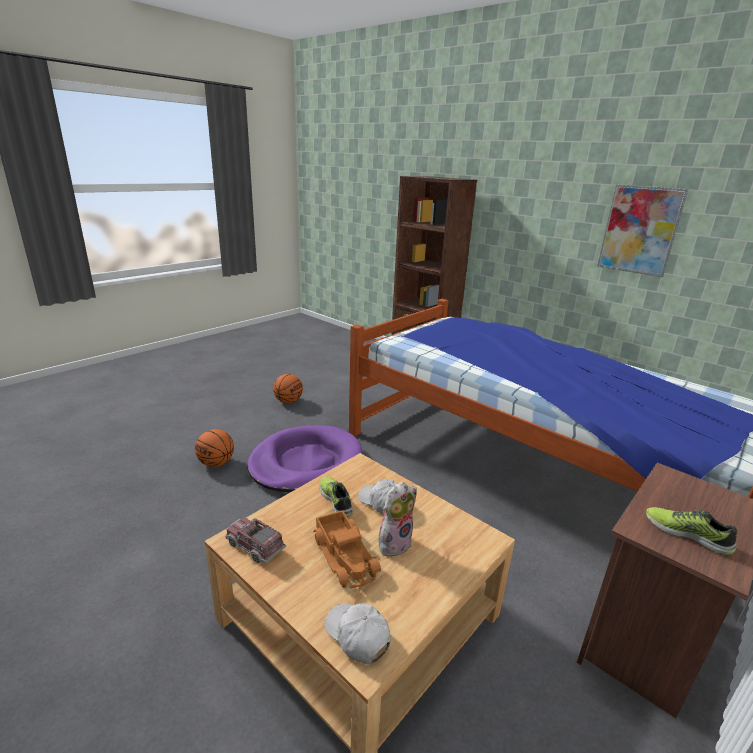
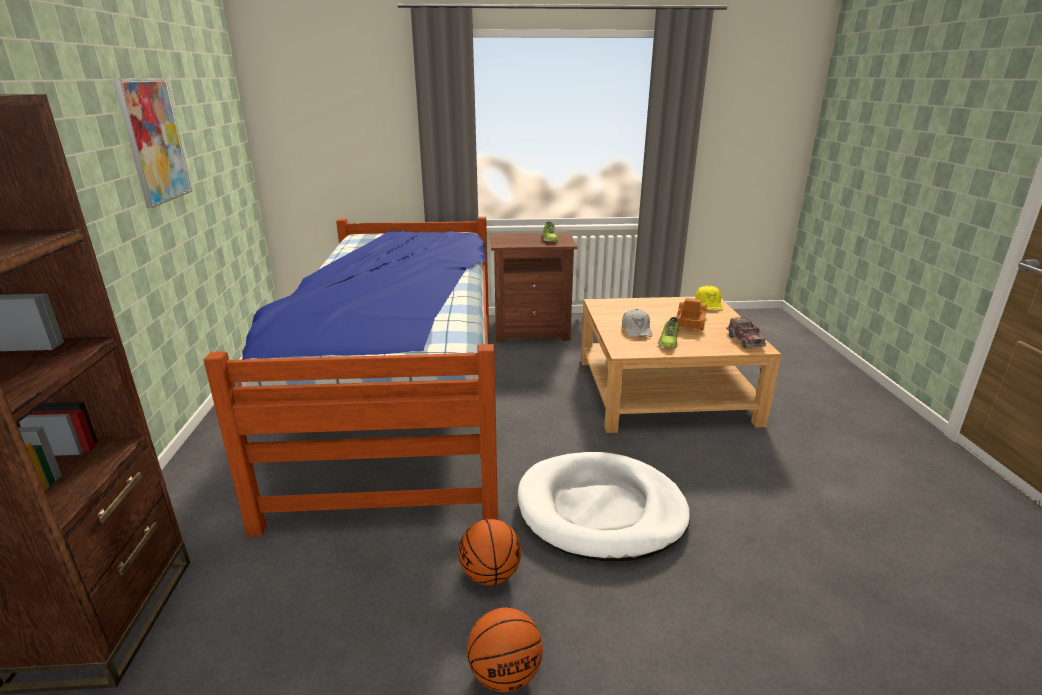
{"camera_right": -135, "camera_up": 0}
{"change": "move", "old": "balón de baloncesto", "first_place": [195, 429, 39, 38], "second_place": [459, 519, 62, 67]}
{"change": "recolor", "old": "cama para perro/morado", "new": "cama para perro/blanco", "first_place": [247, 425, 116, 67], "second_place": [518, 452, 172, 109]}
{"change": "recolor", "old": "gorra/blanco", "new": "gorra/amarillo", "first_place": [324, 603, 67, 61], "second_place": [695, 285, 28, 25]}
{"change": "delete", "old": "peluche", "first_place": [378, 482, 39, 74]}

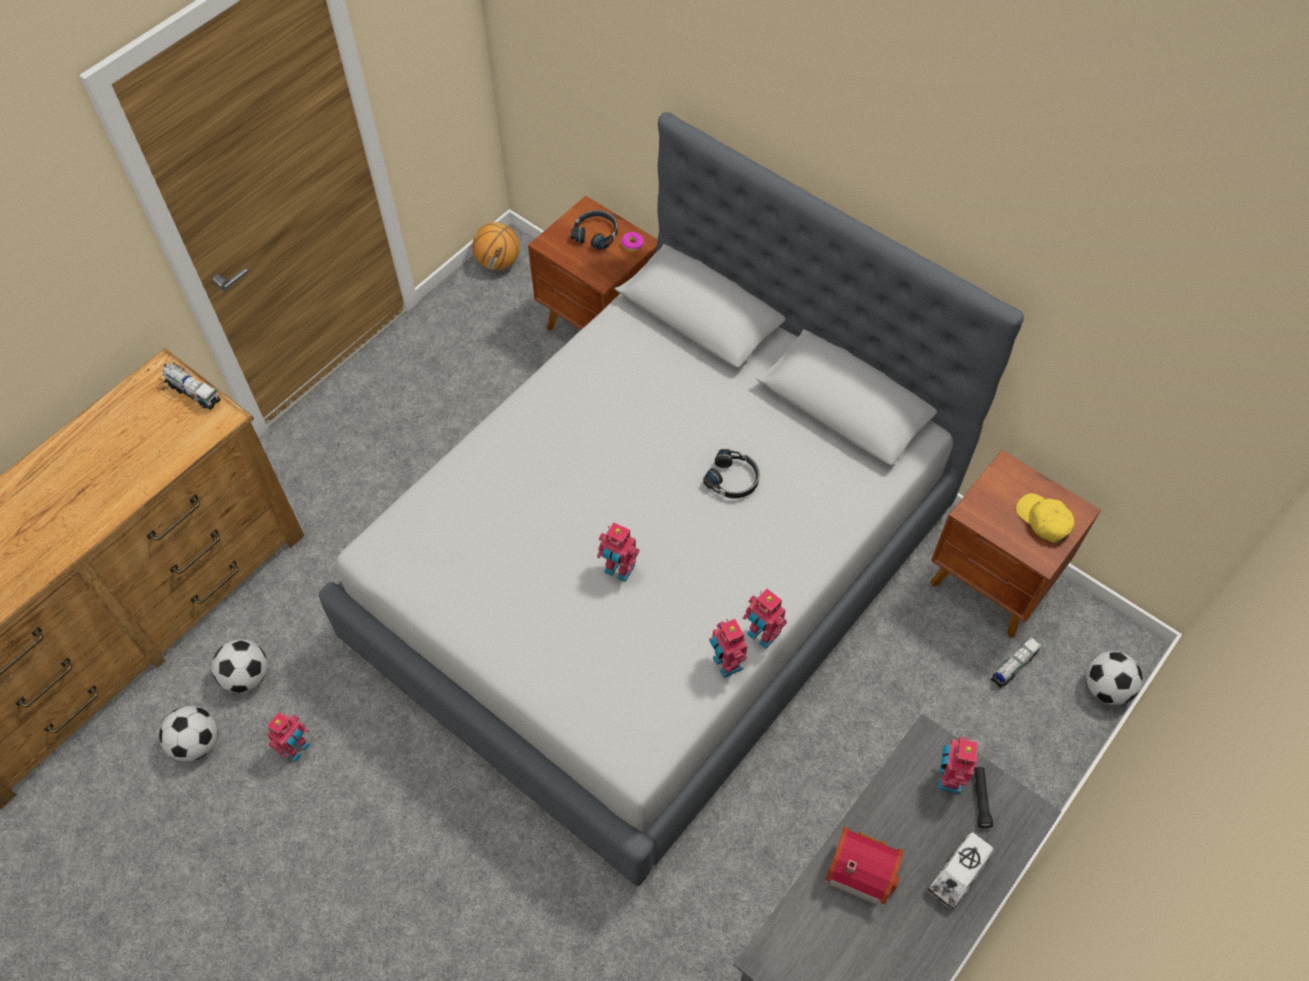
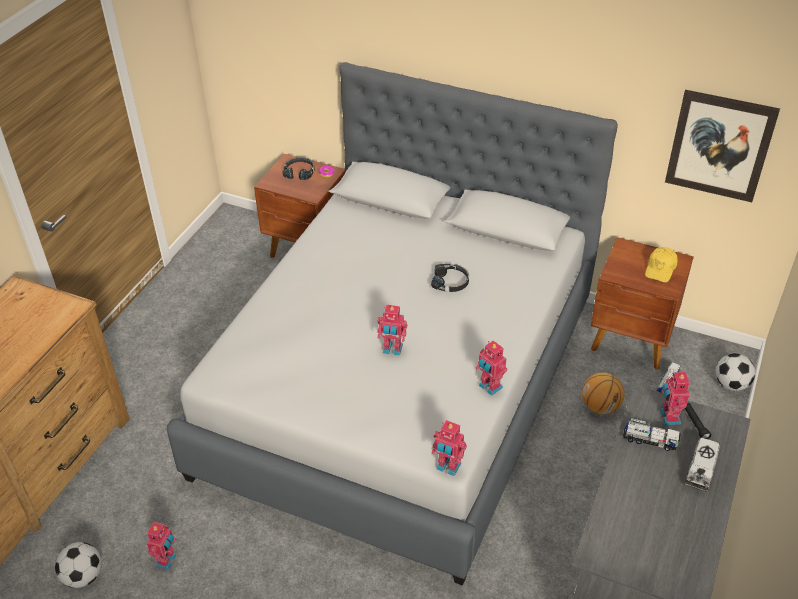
{"camera_right": -15, "camera_up": -15}
{"change": "move", "old": "robot de juguete", "first_place": [743, 589, 44, 60], "second_place": [431, 420, 36, 56]}
{"change": "move", "old": "balón de baloncesto", "first_place": [472, 222, 48, 48], "second_place": [582, 372, 43, 42]}
{"change": "move", "old": "camión de juguete", "first_place": [162, 361, 59, 49], "second_place": [623, 418, 58, 33]}
{"change": "rotate", "old": "gorra/amarillo", "first_place": [1016, 493, 58, 50], "second_place": [645, 247, 33, 36], "degrees": -105}
{"change": "insert", "new": "cuadro", "second_place": [665, 90, 115, 112]}
{"change": "delete", "old": "balón de fútbol", "first_place": [212, 639, 55, 54]}
{"change": "delete", "old": "casita", "first_place": [825, 826, 79, 79]}

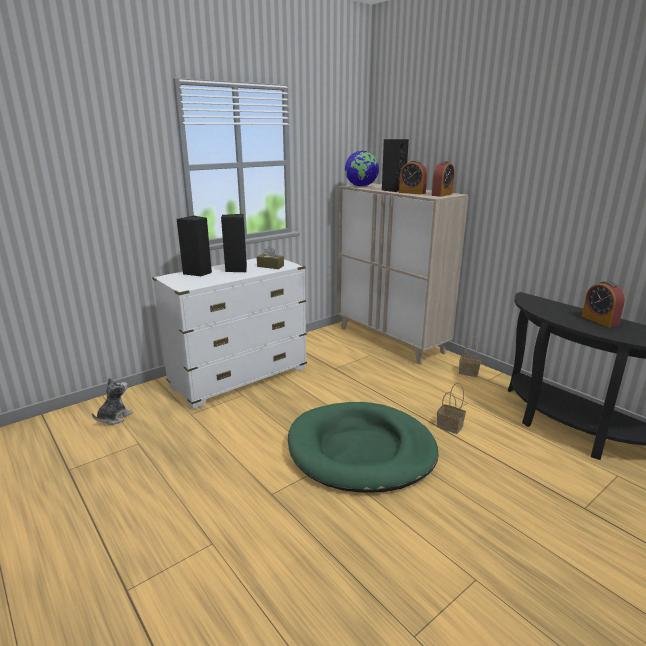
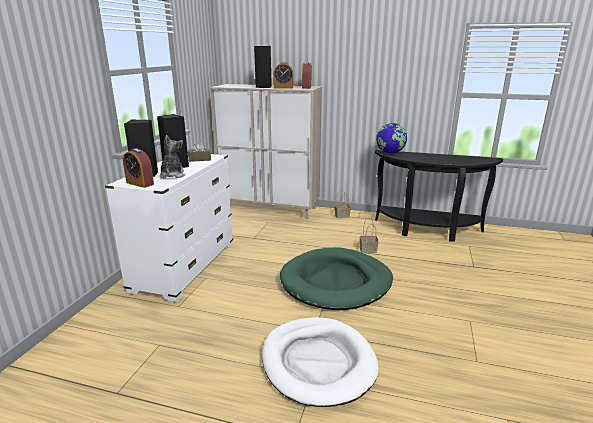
{"camera_right": -35, "camera_up": 0}
{"change": "move", "old": "despertador", "first_place": [582, 281, 43, 46], "second_place": [123, 148, 31, 40]}
{"change": "move", "old": "peluche", "first_place": [92, 378, 41, 47], "second_place": [159, 135, 26, 44]}
{"change": "insert", "new": "cama para perro/blanco", "second_place": [262, 317, 117, 90]}
{"change": "move", "old": "globo terráqueo", "first_place": [345, 151, 34, 36], "second_place": [376, 123, 31, 31]}

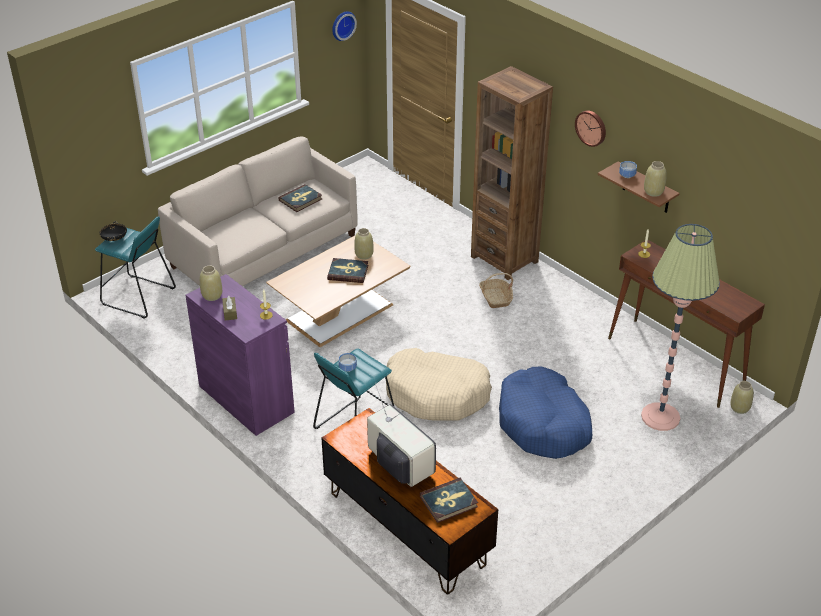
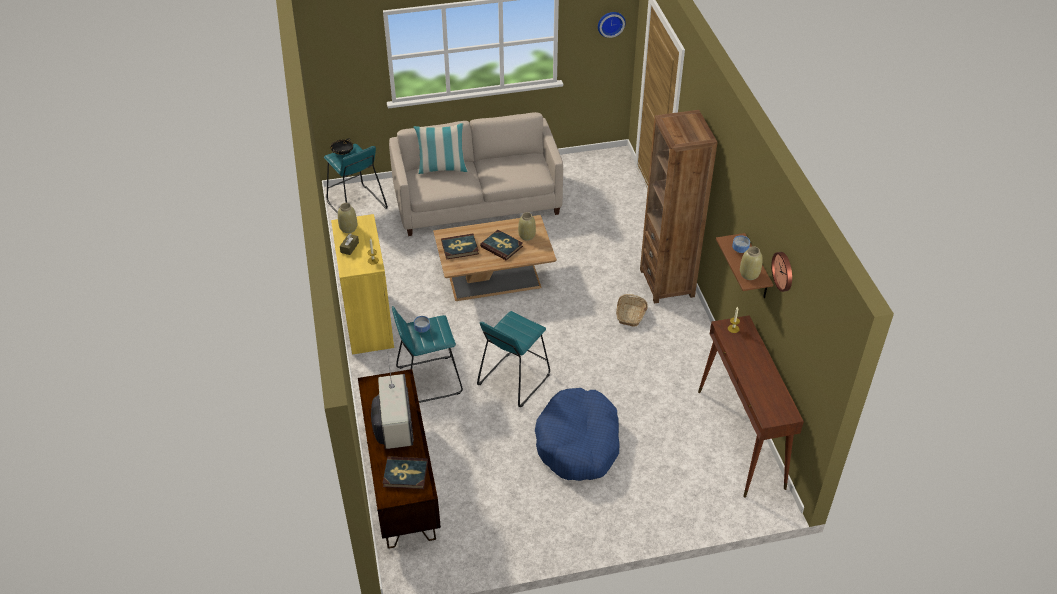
{"camera_right": 30, "camera_up": 5}
{"change": "recolor", "old": "armario/morado", "new": "armario/amarillo", "first_place": [185, 274, 110, 162], "second_place": [331, 214, 63, 141]}
{"change": "insert", "new": "cojín", "second_place": [414, 123, 54, 51]}
{"change": "move", "old": "libro", "first_place": [278, 184, 44, 28], "second_place": [441, 234, 38, 26]}
{"change": "replace", "old": "cama para perro/beis", "new": "taburete/turquesa", "first_place": [386, 348, 106, 73], "second_place": [477, 311, 73, 96]}
{"change": "move", "old": "reloj de pared", "first_place": [575, 111, 31, 36], "second_place": [771, 252, 21, 40]}
{"change": "delete", "old": "lámpara de pie", "first_place": [641, 224, 79, 207]}
{"change": "delete", "old": "florero/beis", "first_place": [730, 381, 24, 33]}

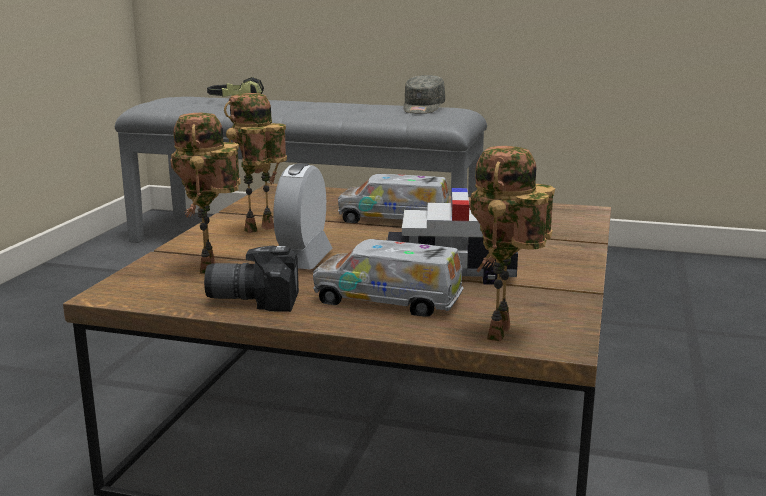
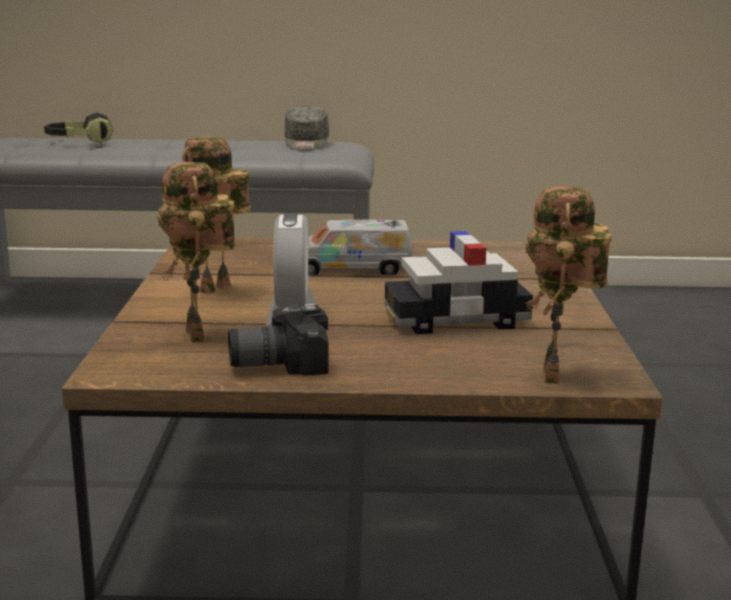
{"camera_right": -15, "camera_up": 0}
{"change": "delete", "old": "camión de juguete", "first_place": [313, 239, 151, 78]}

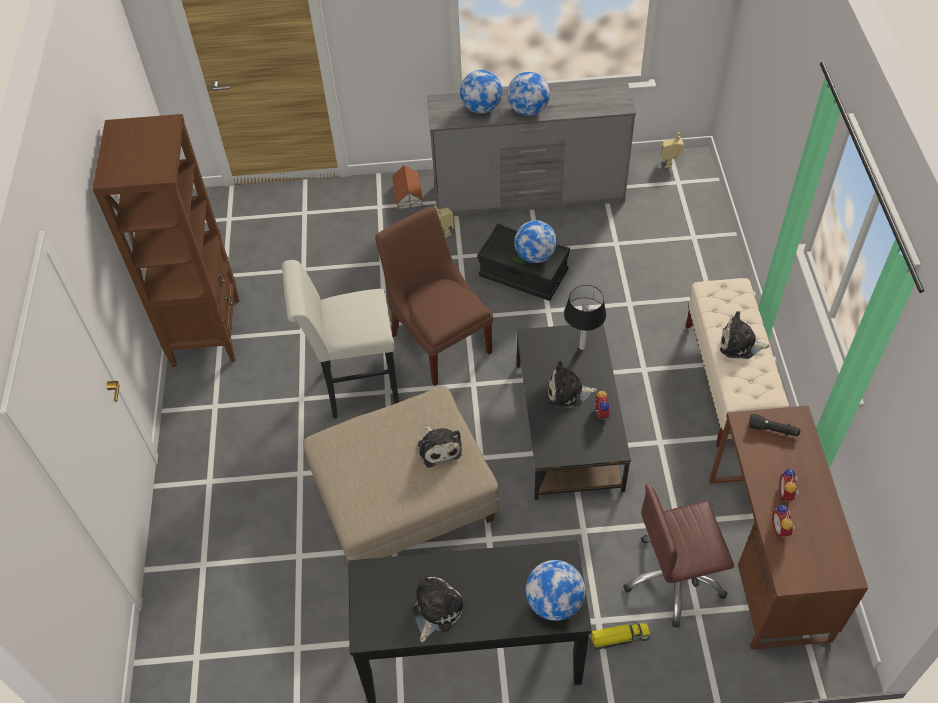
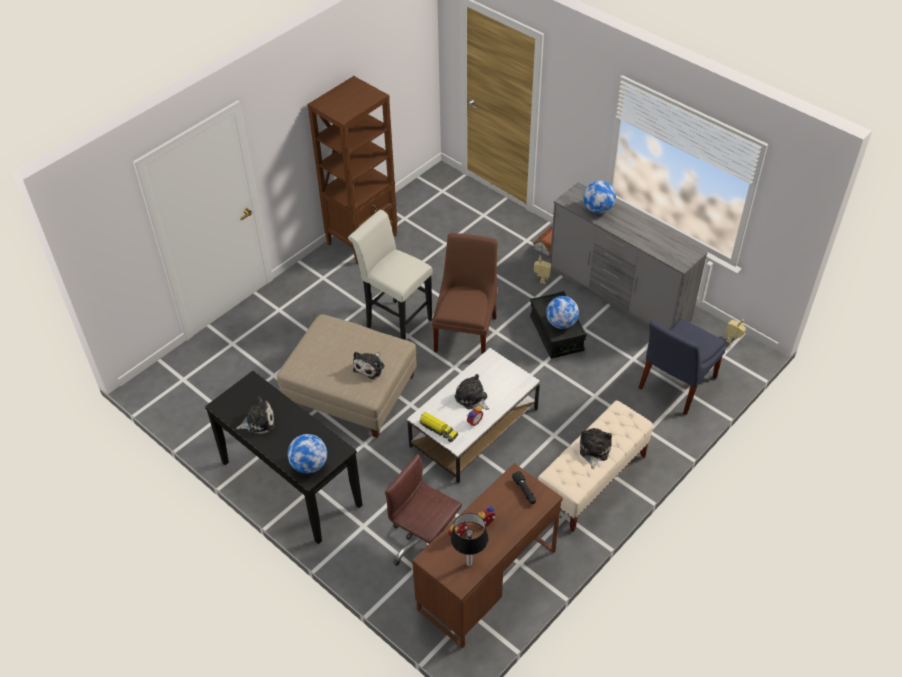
{"camera_right": 45, "camera_up": -5}
{"change": "recolor", "old": "mesa de centro/negro", "new": "mesa de centro/blanco", "first_place": [517, 323, 114, 177], "second_place": [407, 348, 133, 135]}
{"change": "move", "old": "camión de juguete", "first_place": [589, 622, 61, 28], "second_place": [419, 412, 39, 30]}
{"change": "move", "old": "lámpara de mesa", "first_place": [564, 285, 42, 65], "second_place": [450, 513, 39, 53]}
{"change": "rotate", "old": "peluche", "first_place": [720, 311, 50, 48], "second_place": [580, 428, 32, 41], "degrees": 45}
{"change": "insert", "new": "silla/azul", "second_place": [639, 319, 87, 96]}
{"change": "delete", "old": "globo terráqueo", "first_place": [507, 72, 43, 44]}

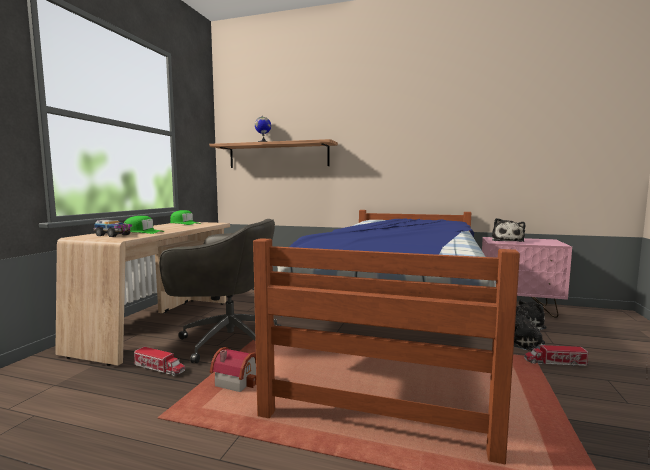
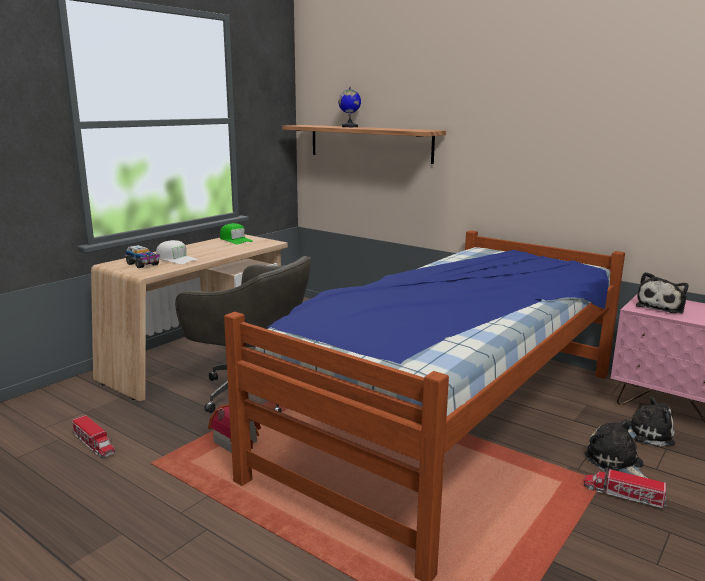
{"camera_right": 20, "camera_up": 10}
{"change": "move", "old": "camión de juguete", "first_place": [134, 347, 51, 29], "second_place": [72, 415, 43, 43]}
{"change": "recolor", "old": "gorra/verde", "new": "gorra/blanco", "first_place": [124, 216, 40, 18], "second_place": [156, 240, 42, 24]}

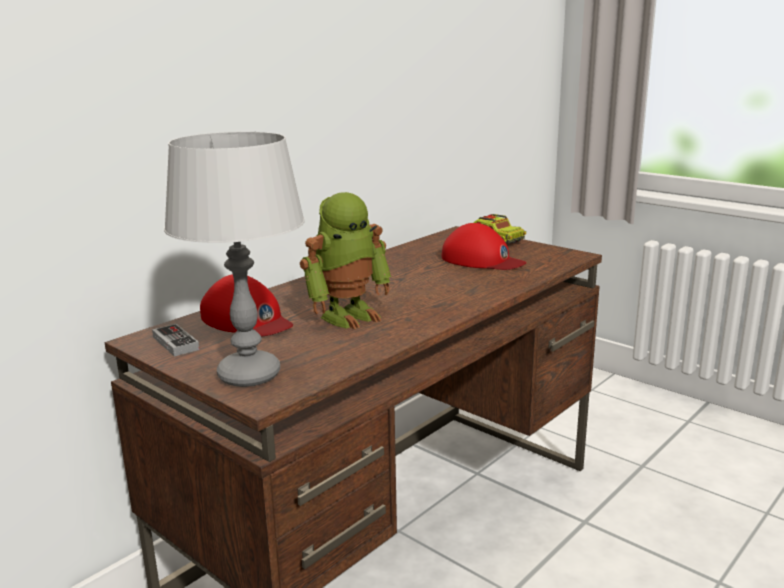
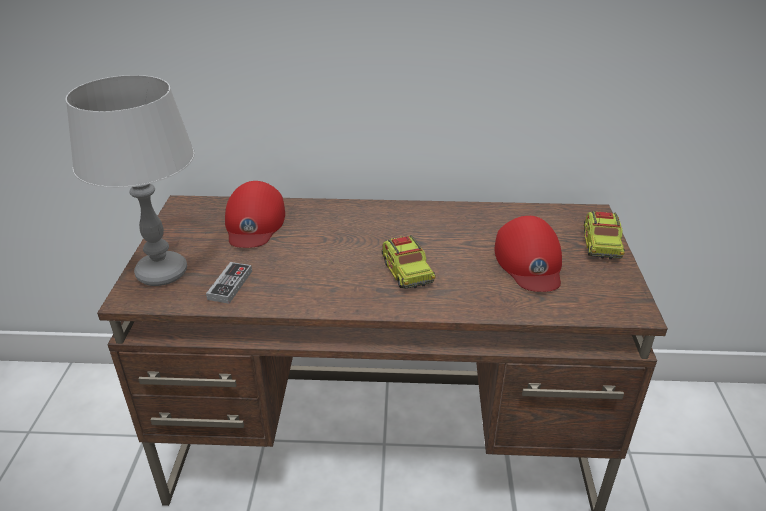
{"camera_right": 50, "camera_up": 15}
{"change": "move", "old": "mando de consola", "first_place": [152, 324, 47, 33], "second_place": [206, 262, 46, 42]}
{"change": "insert", "new": "camión de juguete", "second_place": [381, 235, 55, 54]}
{"change": "delete", "old": "robot de juguete", "first_place": [300, 192, 92, 137]}

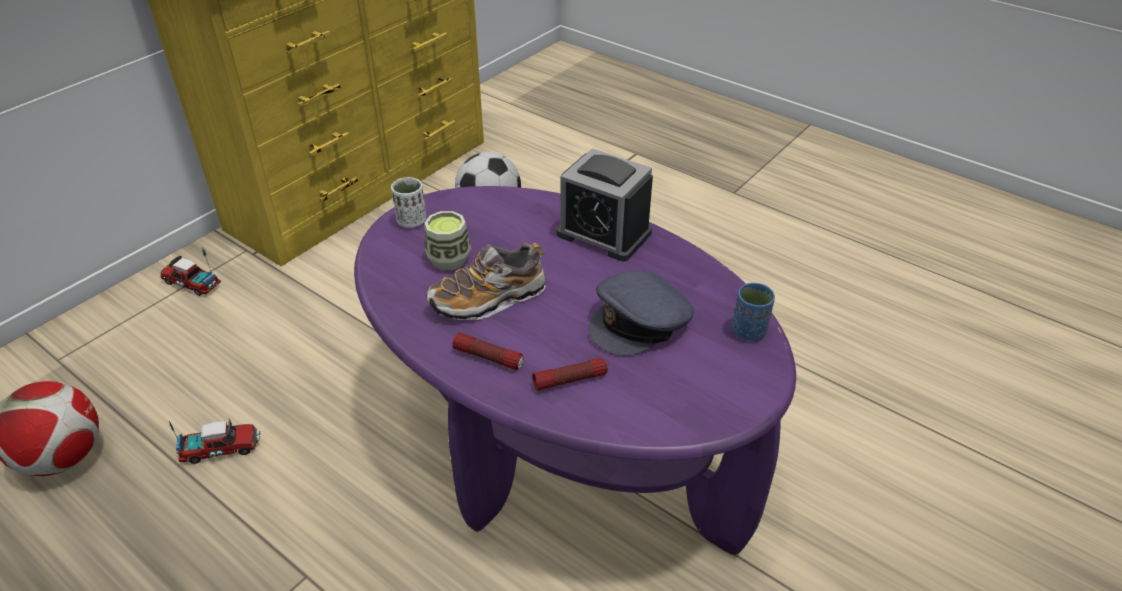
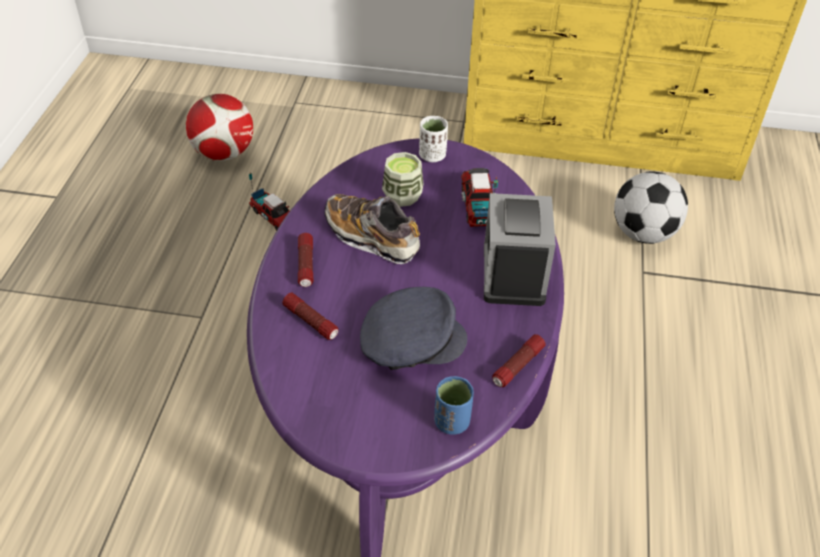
{"camera_right": 60, "camera_up": 5}
{"change": "rotate", "old": "gorra/gris", "first_place": [588, 270, 106, 86], "second_place": [360, 287, 107, 83], "degrees": 150}
{"change": "move", "old": "camión de juguete", "first_place": [160, 247, 61, 49], "second_place": [461, 168, 37, 59]}
{"change": "insert", "new": "linterna", "second_place": [492, 334, 54, 53]}

